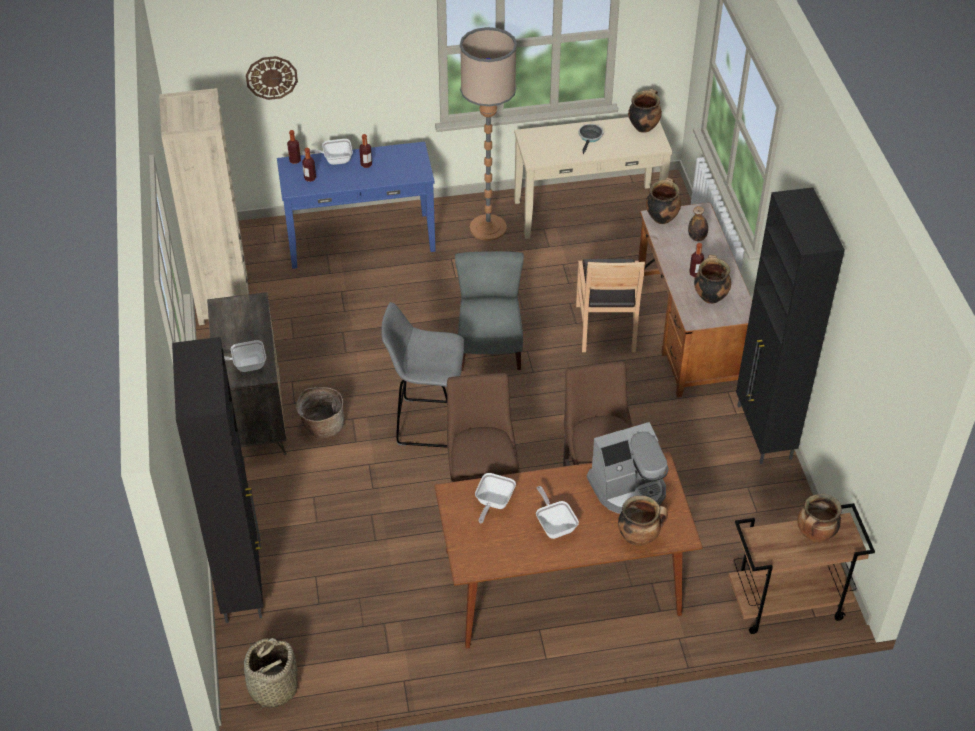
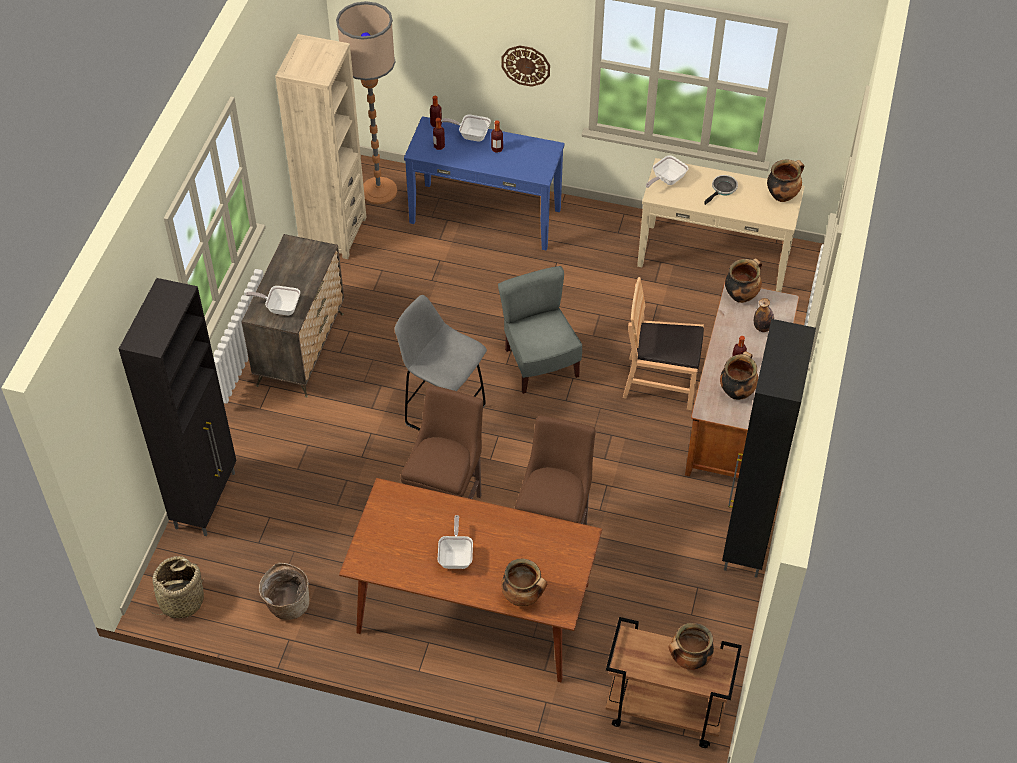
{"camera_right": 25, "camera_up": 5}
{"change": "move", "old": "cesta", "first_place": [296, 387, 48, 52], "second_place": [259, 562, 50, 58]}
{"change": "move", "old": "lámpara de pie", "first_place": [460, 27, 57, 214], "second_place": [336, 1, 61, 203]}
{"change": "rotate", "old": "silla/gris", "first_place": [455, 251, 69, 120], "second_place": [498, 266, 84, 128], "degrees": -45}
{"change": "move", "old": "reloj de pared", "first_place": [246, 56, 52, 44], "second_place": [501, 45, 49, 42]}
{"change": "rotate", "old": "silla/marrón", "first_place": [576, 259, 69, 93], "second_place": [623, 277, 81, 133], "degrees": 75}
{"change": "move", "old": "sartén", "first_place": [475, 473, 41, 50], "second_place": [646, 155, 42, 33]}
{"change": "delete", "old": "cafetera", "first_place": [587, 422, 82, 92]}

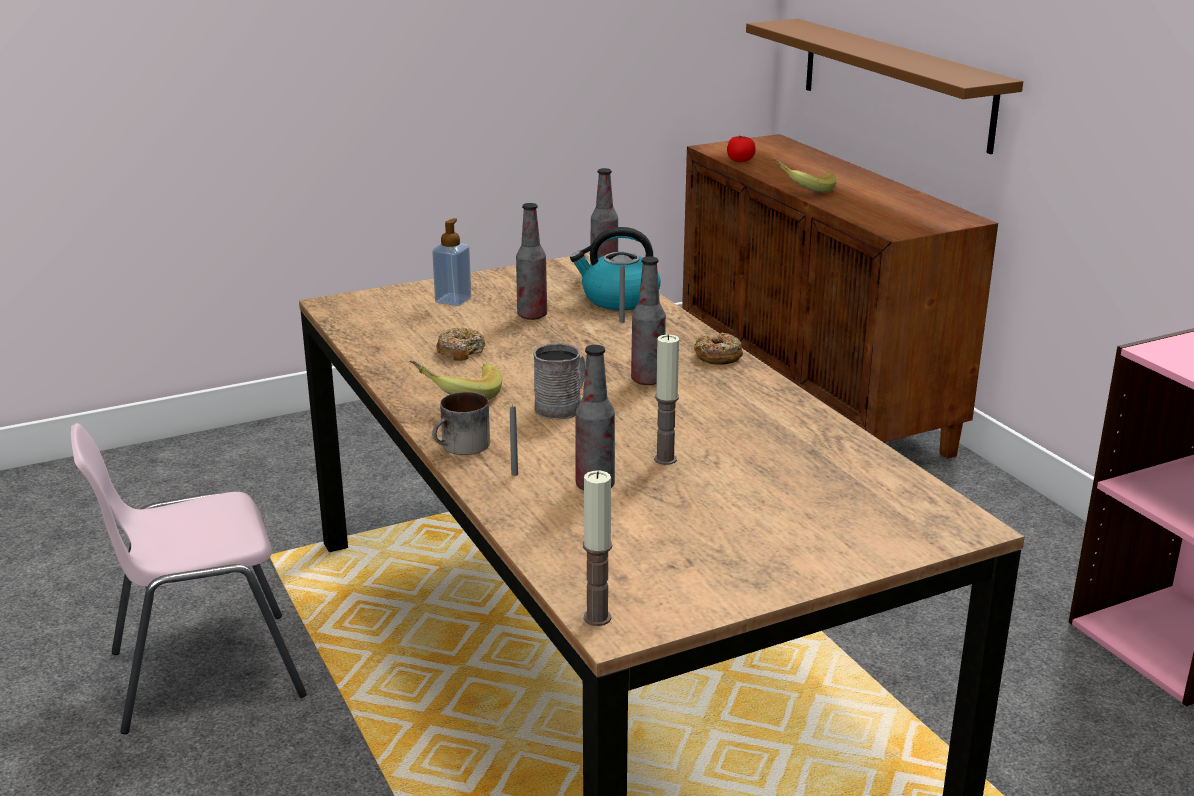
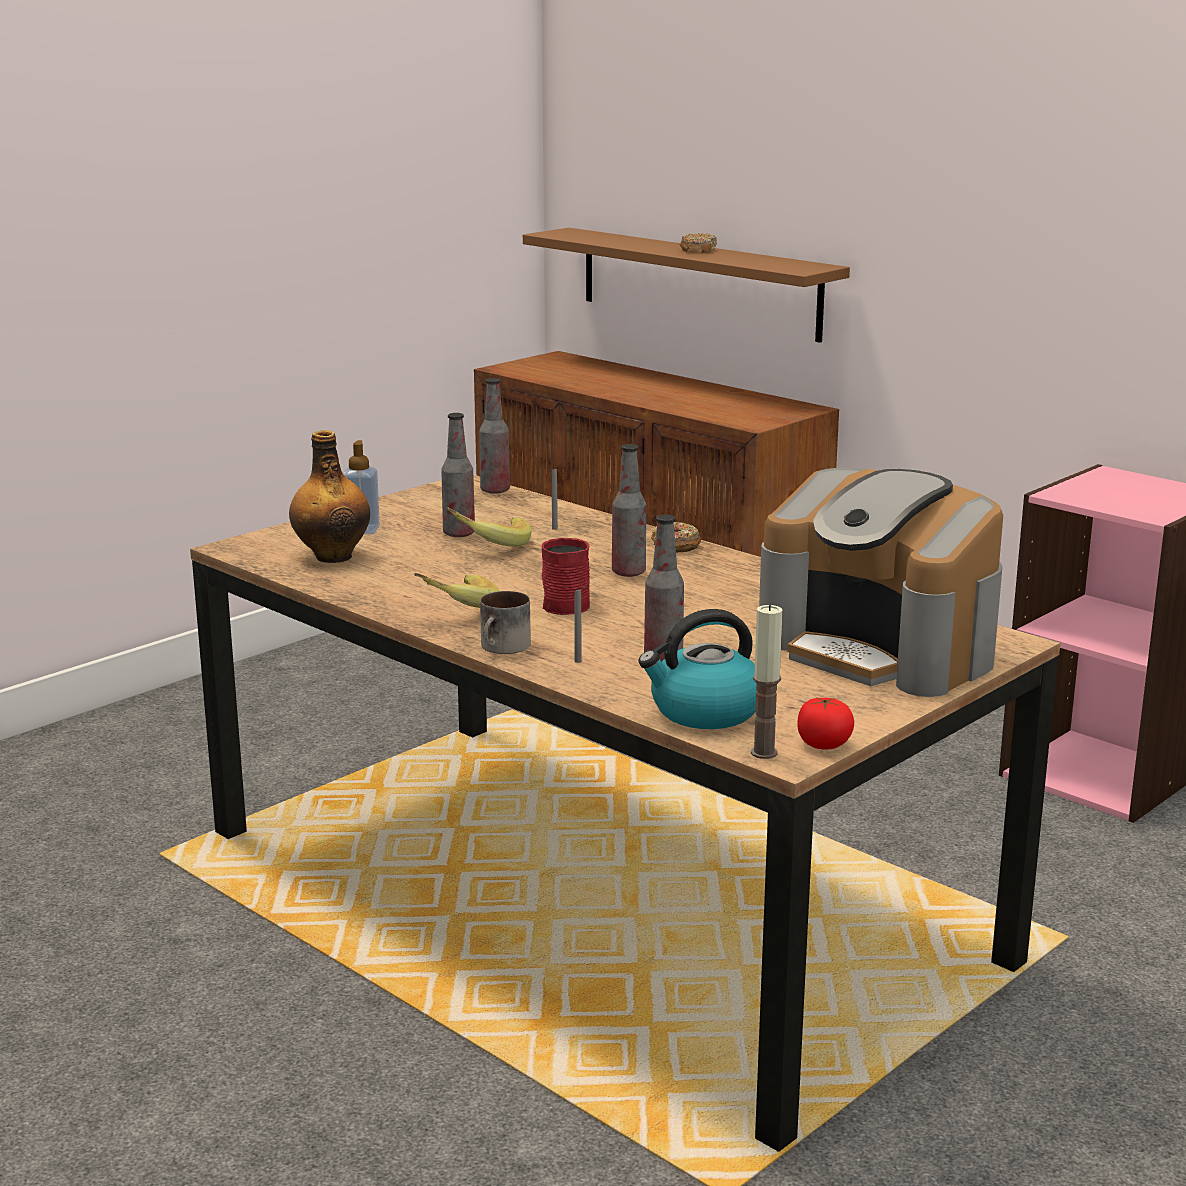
{"camera_right": -20, "camera_up": -5}
{"change": "insert", "new": "botella", "second_place": [289, 430, 81, 133]}
{"change": "move", "old": "plátano", "first_place": [773, 158, 64, 35], "second_place": [446, 508, 86, 39]}
{"change": "recolor", "old": "taza grande/gris", "new": "taza grande/rojo", "first_place": [533, 343, 52, 76], "second_place": [542, 538, 48, 77]}
{"change": "move", "old": "hervidor", "first_place": [570, 227, 91, 83], "second_place": [638, 609, 119, 120]}
{"change": "move", "old": "rosquilla", "first_place": [436, 327, 49, 34], "second_place": [679, 233, 38, 20]}
{"change": "insert", "new": "cafetera", "second_place": [759, 468, 244, 229]}
{"change": "move", "old": "tomate", "first_place": [727, 136, 29, 26], "second_place": [797, 697, 57, 52]}
{"change": "delete", "old": "silla/rosa", "first_place": [71, 423, 236, 311]}
{"change": "delete", "old": "vela", "first_place": [654, 334, 25, 131]}

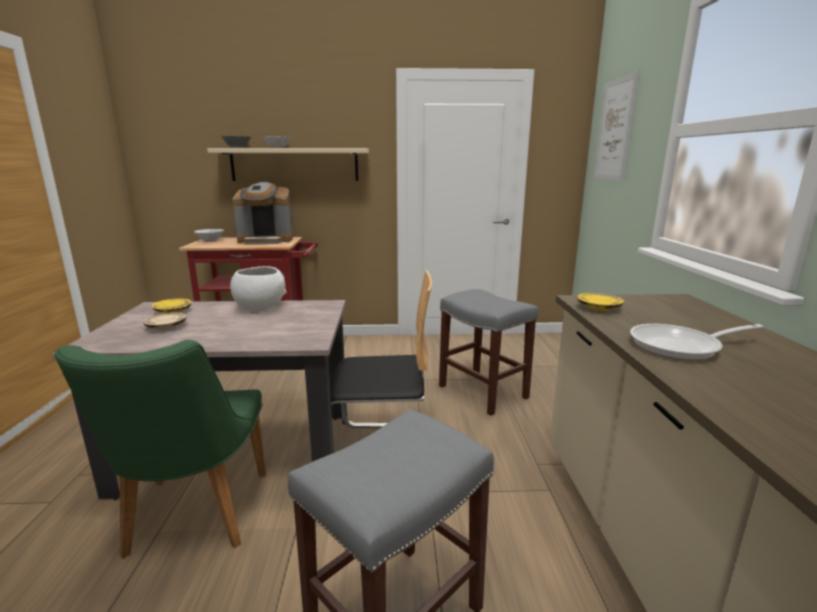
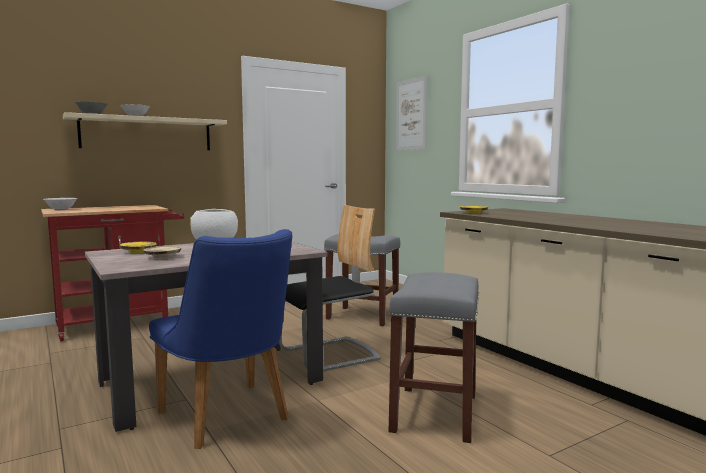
{"camera_right": -30, "camera_up": -10}
{"change": "recolor", "old": "silla/verde", "new": "silla/azul", "first_place": [55, 340, 211, 219], "second_place": [149, 229, 143, 220]}
{"change": "delete", "old": "cafetera", "first_place": [232, 182, 61, 62]}
{"change": "delete", "old": "sartén", "first_place": [630, 324, 133, 36]}

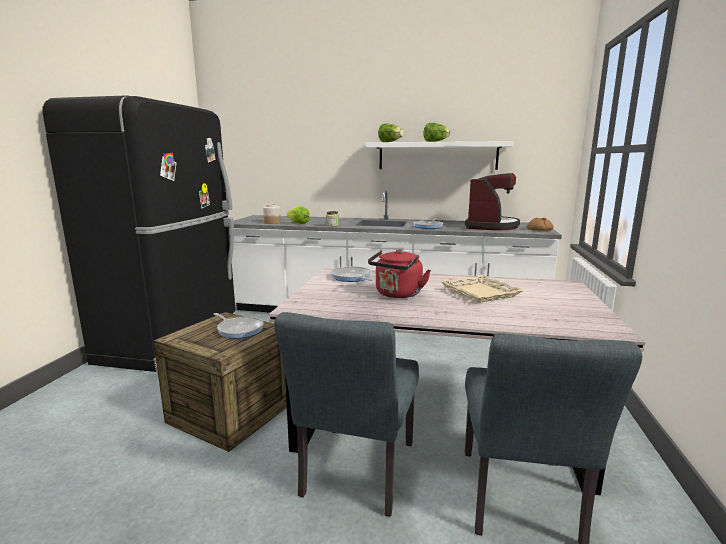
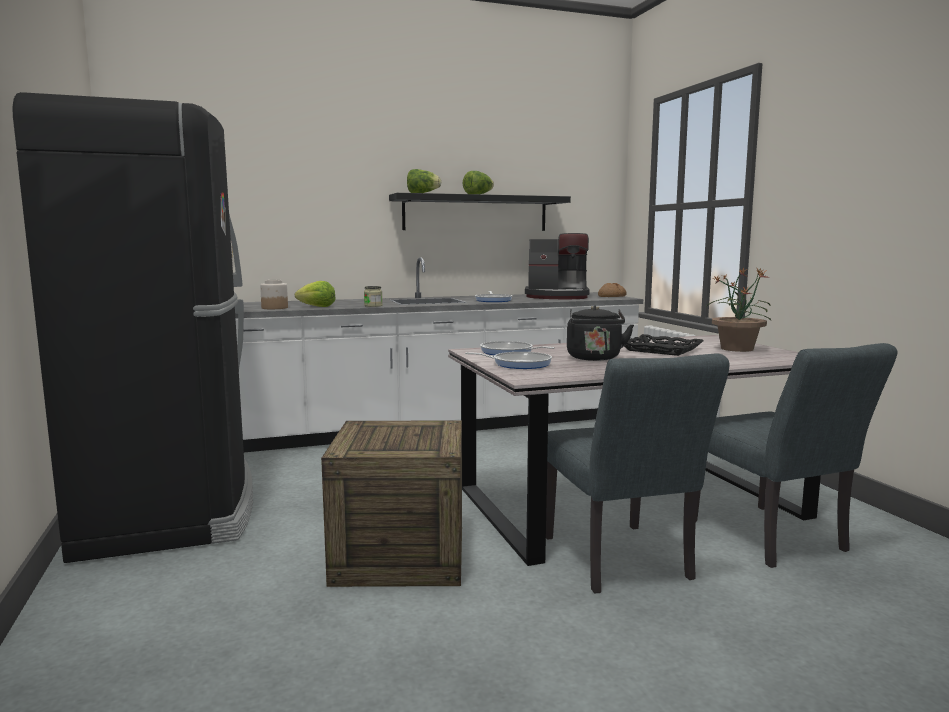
{"camera_right": -30, "camera_up": -5}
{"change": "recolor", "old": "estante/blanco", "new": "estante/negro", "first_place": [366, 141, 148, 29], "second_place": [389, 193, 182, 38]}
{"change": "move", "old": "sartén", "first_place": [214, 313, 50, 25], "second_place": [465, 352, 87, 17]}
{"change": "rotate", "old": "cafetera", "first_place": [465, 173, 55, 57], "second_place": [525, 233, 64, 66], "degrees": 105}
{"change": "recolor", "old": "hervidor/rojo", "new": "hervidor/negro", "first_place": [368, 249, 63, 49], "second_place": [567, 306, 67, 55]}
{"change": "recolor", "old": "bandeja/beis", "new": "bandeja/negro", "first_place": [441, 275, 83, 28], "second_place": [624, 334, 80, 22]}
{"change": "insert", "new": "planta en maceta", "second_place": [707, 267, 64, 85]}

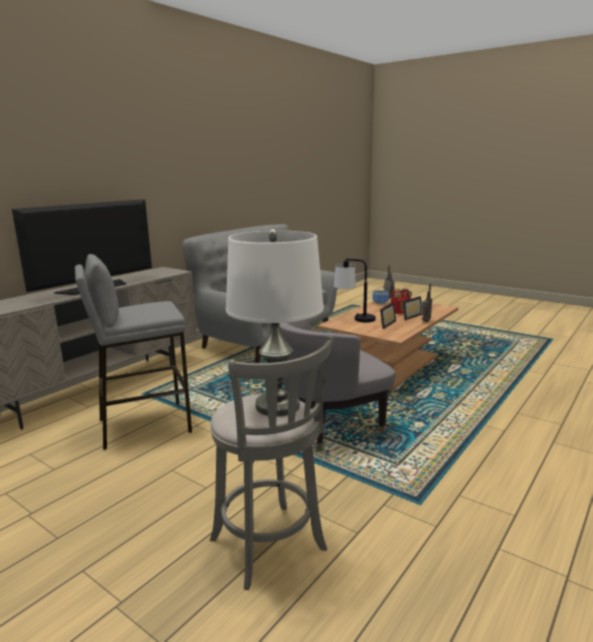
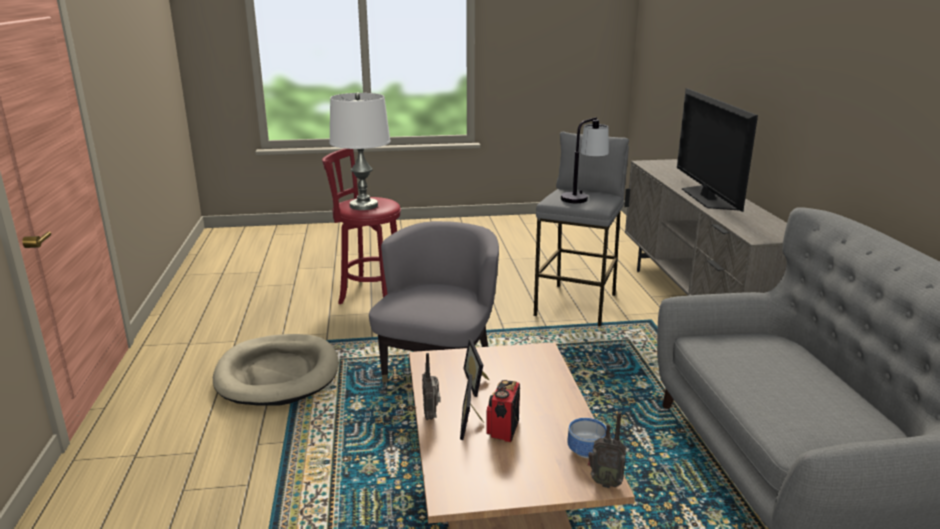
{"camera_right": 135, "camera_up": 5}
{"change": "insert", "new": "cama para perro/beis", "second_place": [213, 334, 126, 72]}
{"change": "recolor", "old": "taburete/gris", "new": "taburete/rojo", "first_place": [210, 336, 124, 254], "second_place": [322, 148, 79, 156]}
{"change": "move", "old": "lámpara de mesa", "first_place": [334, 258, 42, 65], "second_place": [561, 117, 48, 86]}

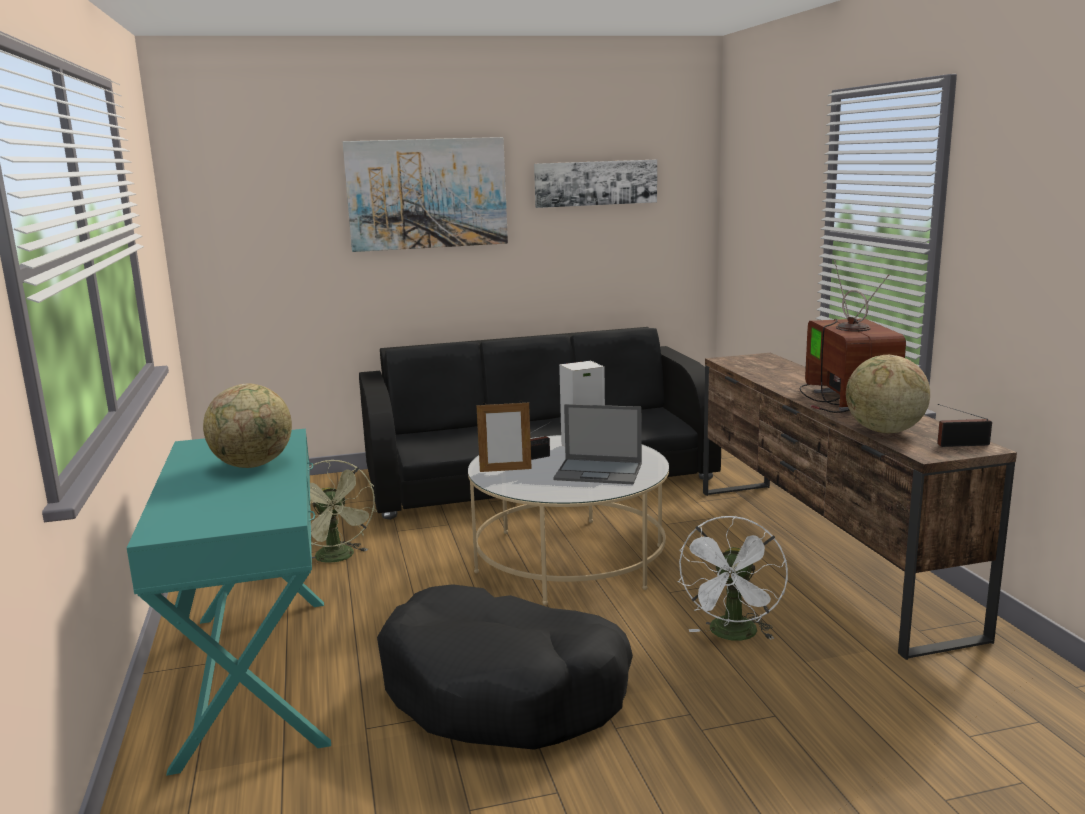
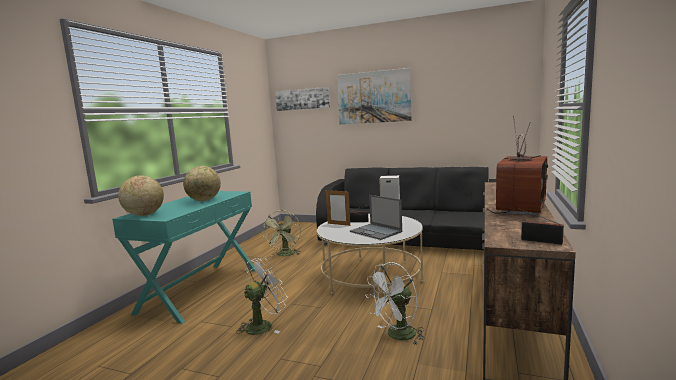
{"camera_right": 35, "camera_up": -5}
{"change": "move", "old": "globo terráqueo", "first_place": [846, 355, 84, 78], "second_place": [118, 175, 46, 41]}
{"change": "replace", "old": "cama para perro/negro", "new": "ventilador/blanco", "first_place": [377, 584, 256, 166], "second_place": [236, 257, 52, 78]}
{"change": "move", "old": "cuadro", "first_place": [534, 160, 123, 48], "second_place": [275, 87, 55, 24]}

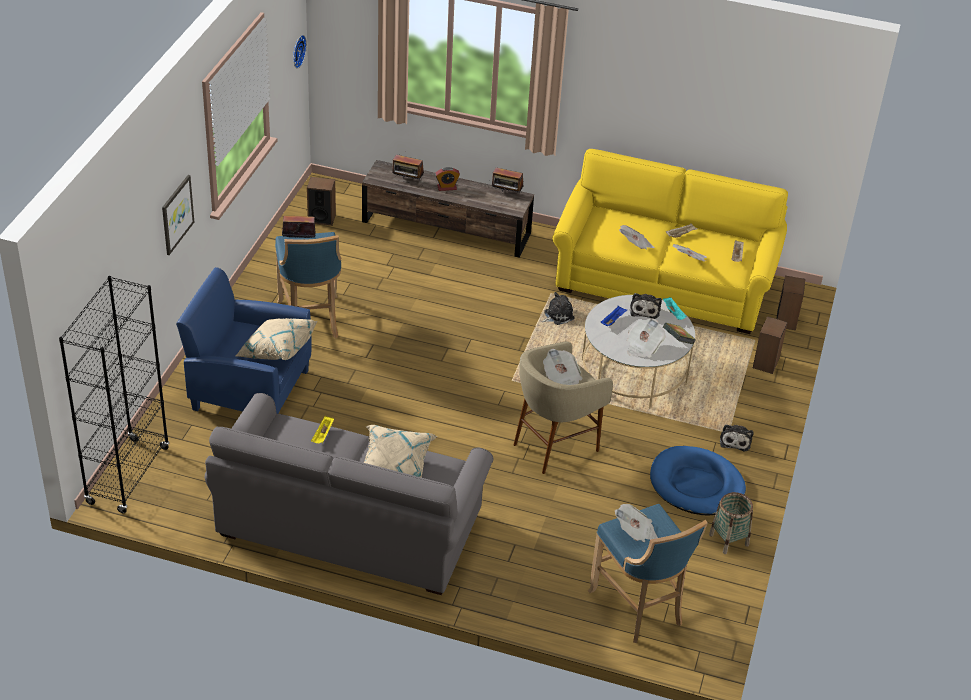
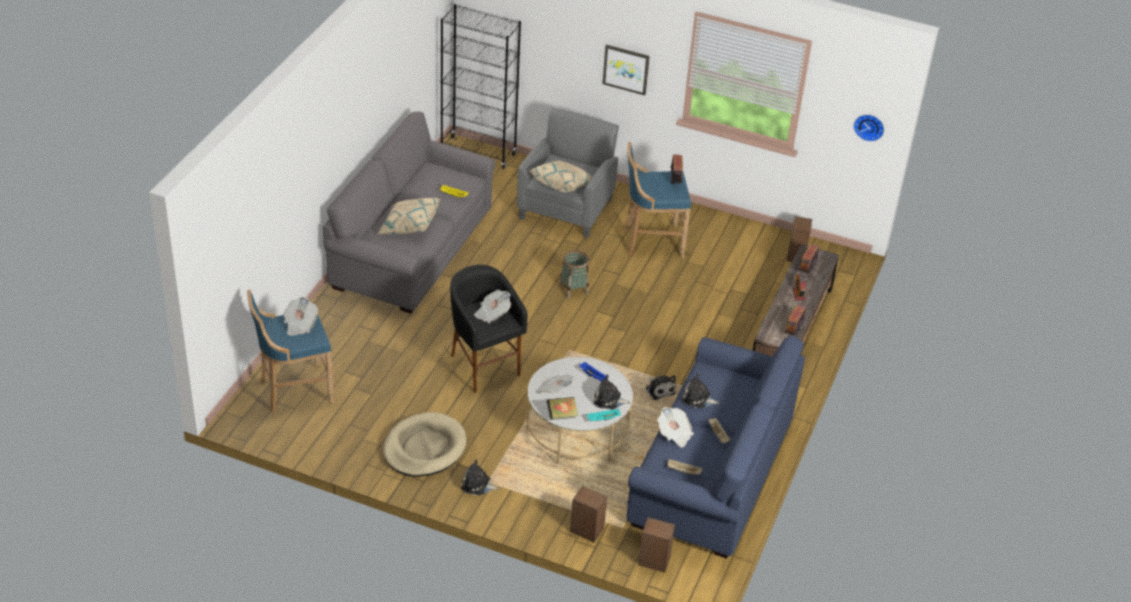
{"camera_right": 95, "camera_up": 0}
{"change": "recolor", "old": "cama para perro/azul", "new": "cama para perro/beis", "first_place": [650, 446, 96, 69], "second_place": [383, 412, 84, 64]}
{"change": "recolor", "old": "taburete/beis", "new": "taburete/negro", "first_place": [514, 341, 99, 133], "second_place": [450, 265, 77, 128]}
{"change": "recolor", "old": "sillón/azul", "new": "sillón/gris", "first_place": [176, 267, 136, 147], "second_place": [517, 108, 102, 130]}
{"change": "move", "old": "cesta", "first_place": [709, 492, 44, 62], "second_place": [560, 250, 29, 49]}
{"change": "recolor", "old": "sofá/amarillo", "new": "sofá/azul", "first_place": [552, 149, 236, 185], "second_place": [627, 335, 178, 224]}
{"change": "replace", "old": "periódico", "new": "peluche", "first_place": [619, 225, 36, 24], "second_place": [682, 373, 37, 36]}

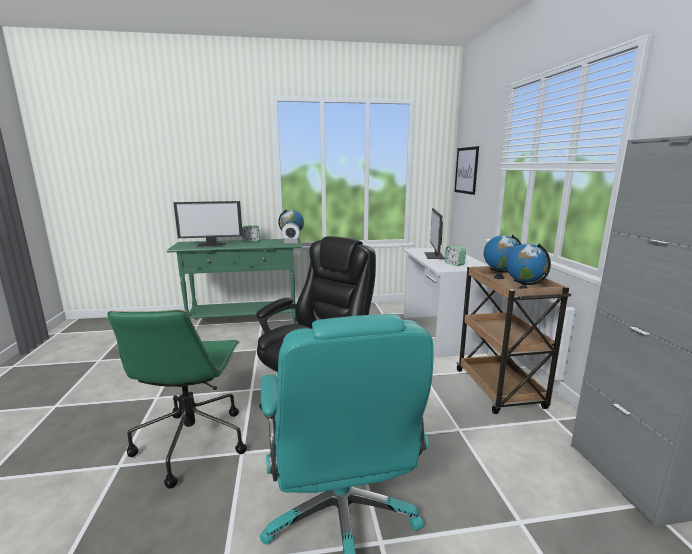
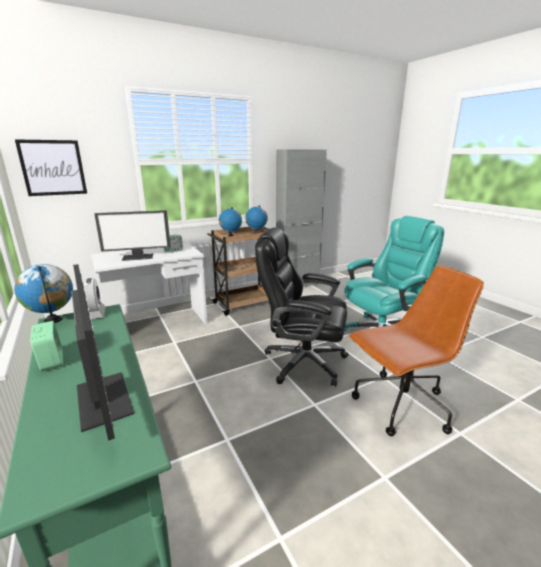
{"camera_right": -110, "camera_up": 5}
{"change": "recolor", "old": "silla de oficina/verde", "new": "silla de oficina/marrón", "first_place": [108, 310, 139, 178], "second_place": [349, 265, 135, 171]}

